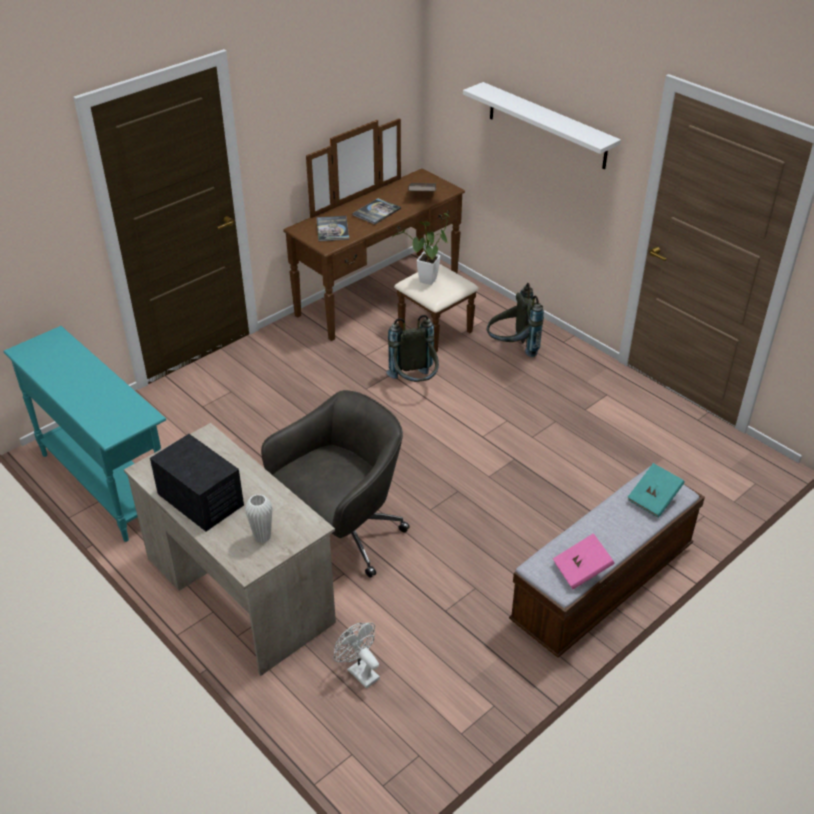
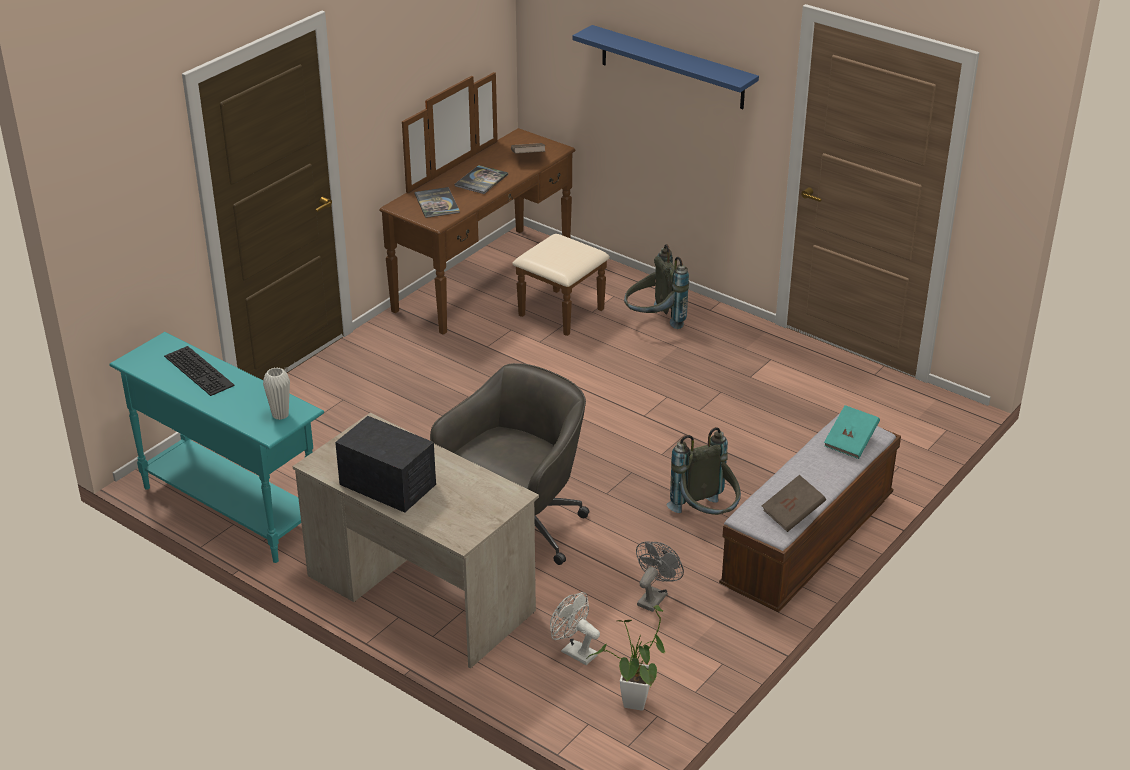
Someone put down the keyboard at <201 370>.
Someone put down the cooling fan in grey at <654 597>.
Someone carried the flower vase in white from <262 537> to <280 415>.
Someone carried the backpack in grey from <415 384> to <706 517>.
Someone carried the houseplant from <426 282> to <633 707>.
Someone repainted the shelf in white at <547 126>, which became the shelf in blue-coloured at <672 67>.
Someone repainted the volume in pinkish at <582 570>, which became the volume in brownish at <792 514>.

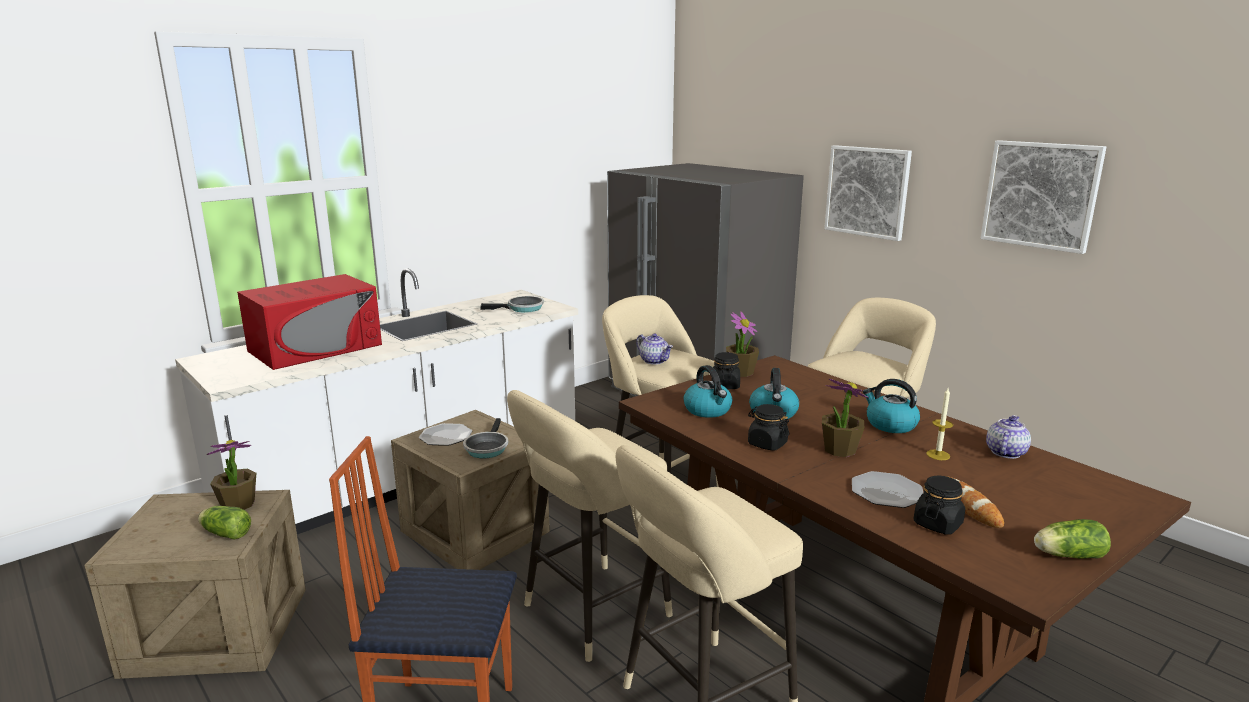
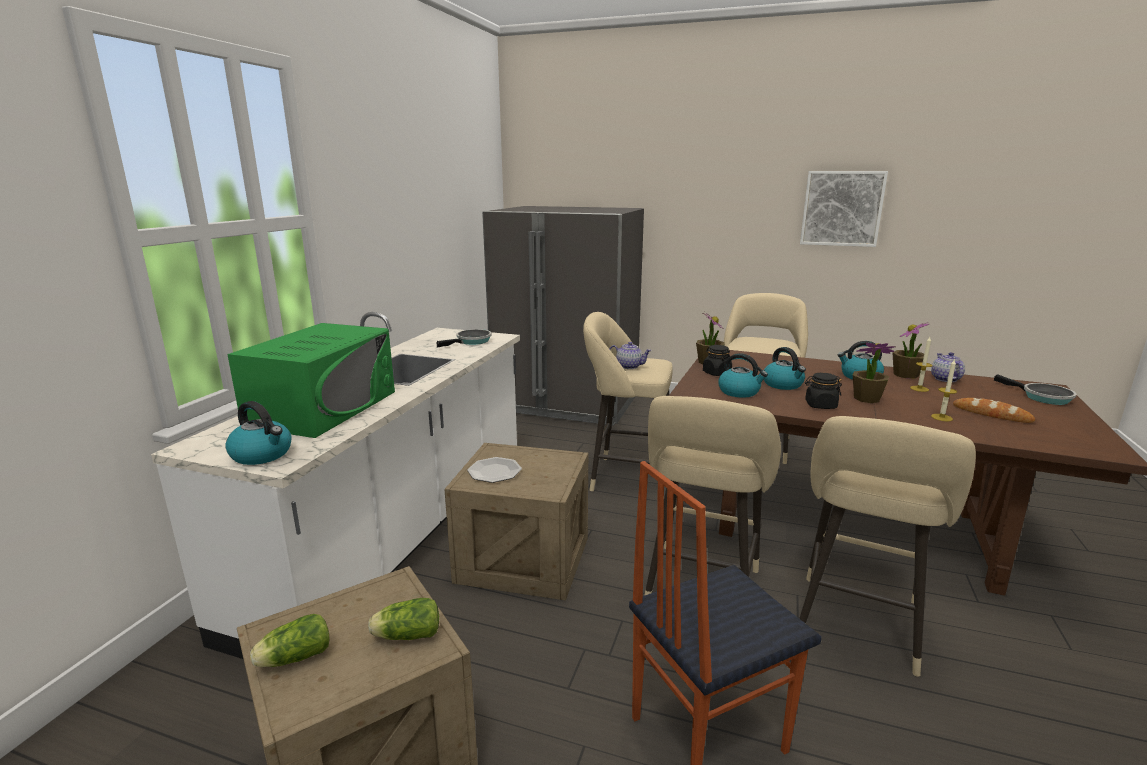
Someone took away the picture at <867 191>.
Someone took away the preserve jar in black at <937 524>.
Someone put down the kettle at <262 454>.
Someone carried the houseplant from <238 505> to <906 375>.
Someone carried the frying pan from <487 448> to <1042 397>.
Someone carried the lettuce from <1066 555> to <293 658>.
Someone swapped the flat dish at <886 492> for the candle at <941 417>.
Someone repainted the microwave oven in red-coloured at <316 348>, which became the microwave oven in greenish at <324 408>.

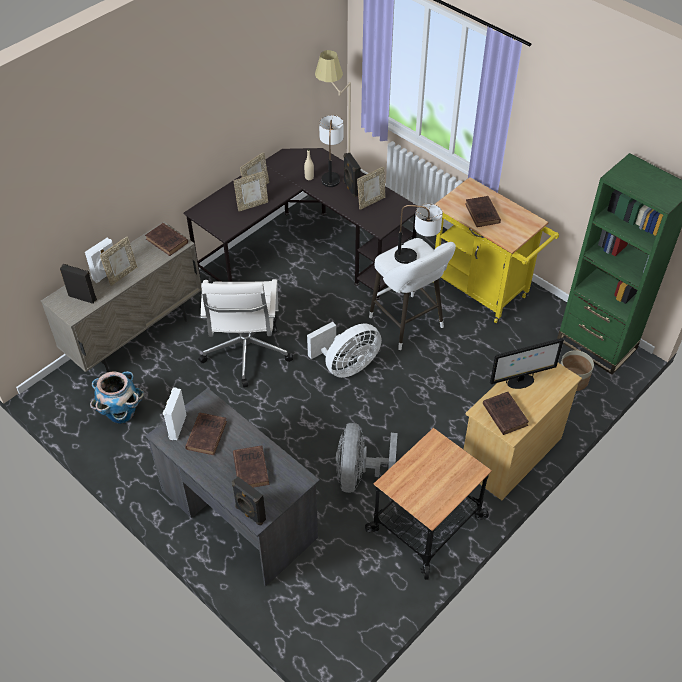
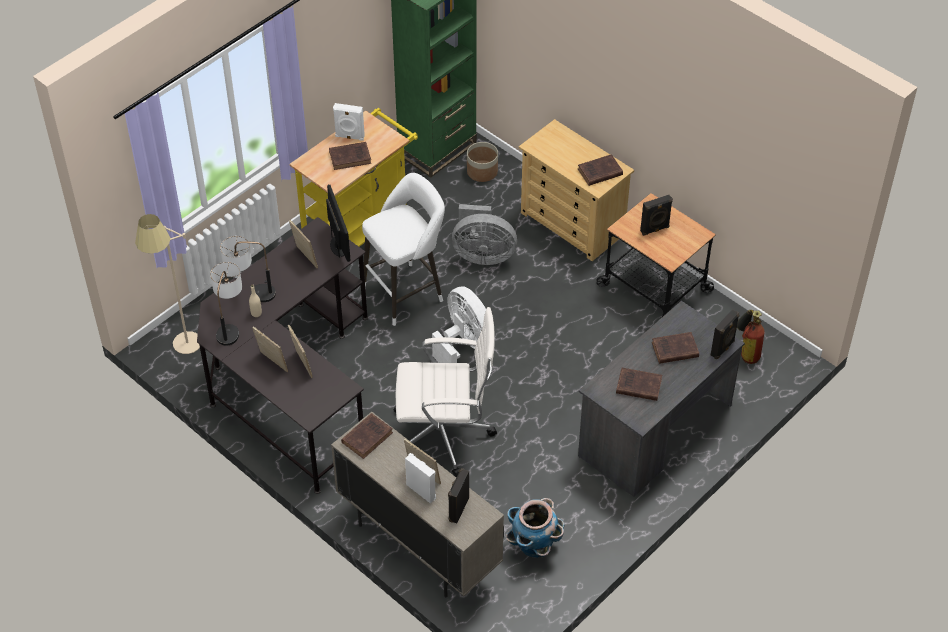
Someone put down the extinguisher at <746 351>.
Someone carried the loudspeaker in white from <177 427> to <349 137>.
Someone carried the cooling fan in grey from <359 474> to <482 254>.
Someone carried the loudspeaker in black from <351 189> to <655 229>.
Someone carried the table lamp from <416 258> to <230 326>.
Someone carried the computer screen from <520 382> to <339 247>.

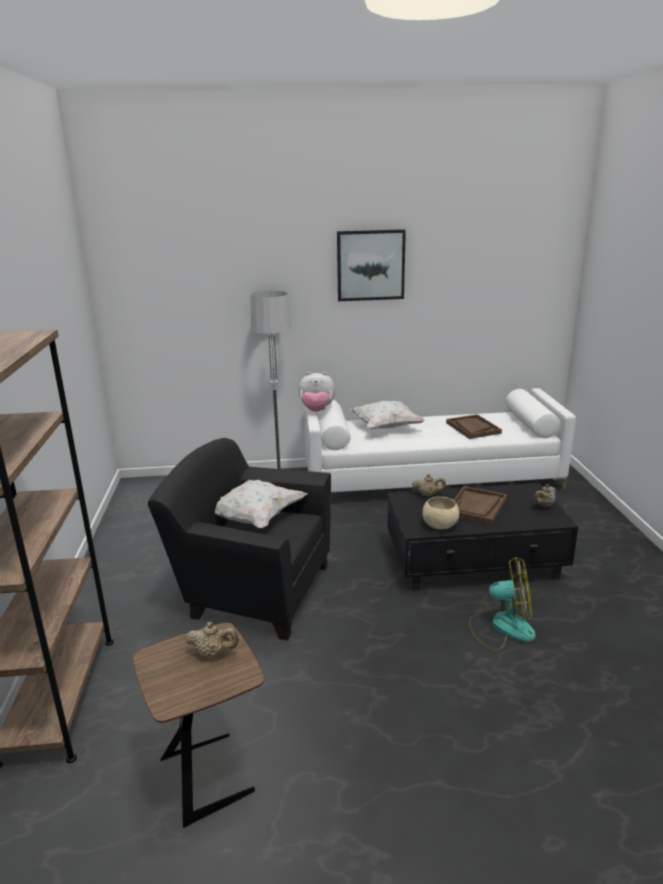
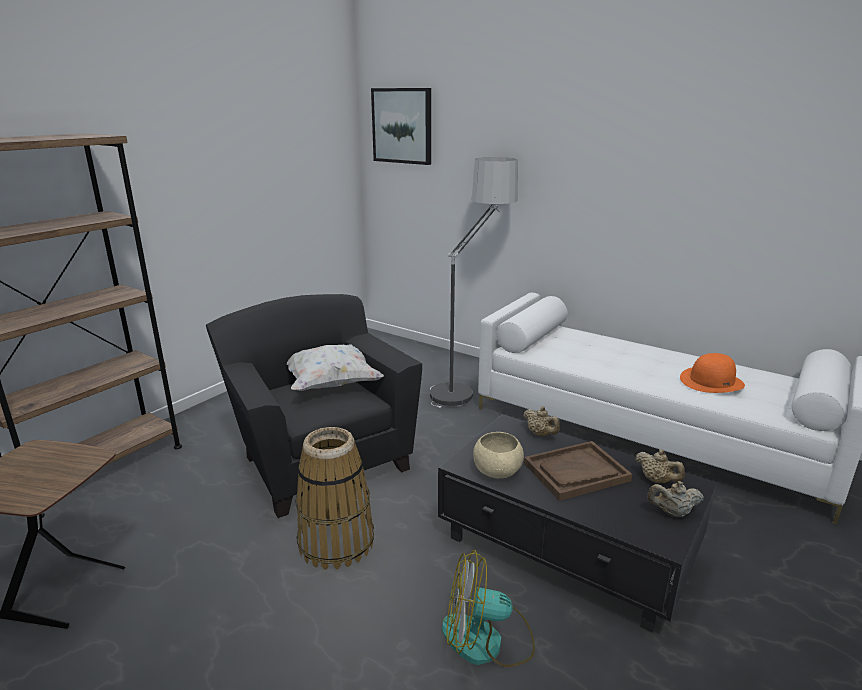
Someone took away the plush toy at <317 411>.
Someone took away the cushion in white at <385 427>.
Someone put down the basket at <336 542>.
Someone carried the tea pot in sand-coloured from <214 654> to <657 480>.
Someone carried the picture from <370 265> to <402 126>.
Someone swapped the tray in brownish at <473 428> for the wearable hat in orange-coloured at <711 381>.
Someone rotated the cooling fan at <502 627> by 135 degrees clockwise.

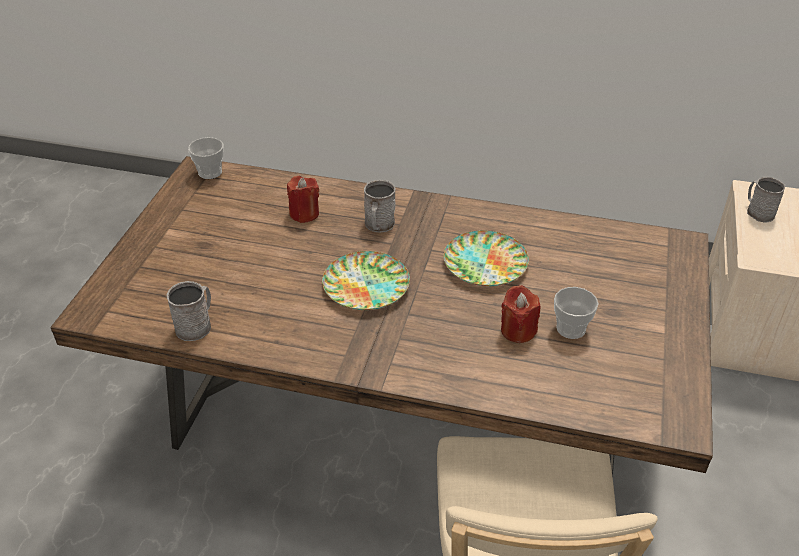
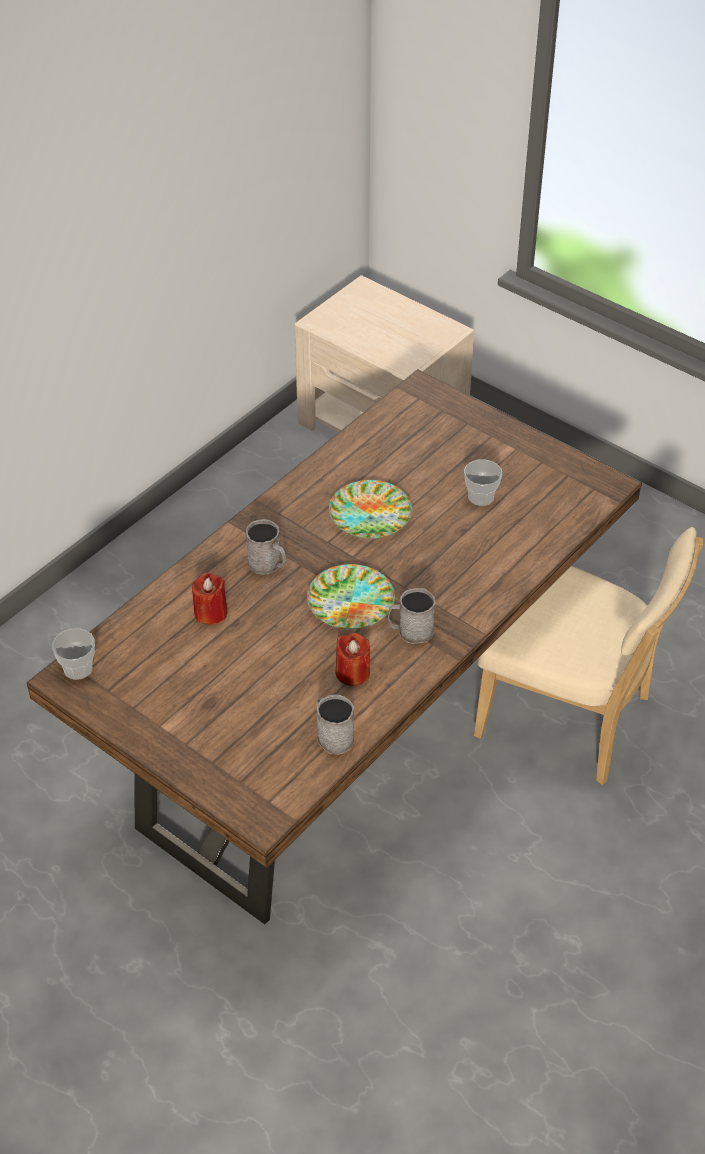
Someone carried the candle in red-coloured from <518 330> to <352 673>.
Someone carried the coffee mug in grey from <757 211> to <410 631>.

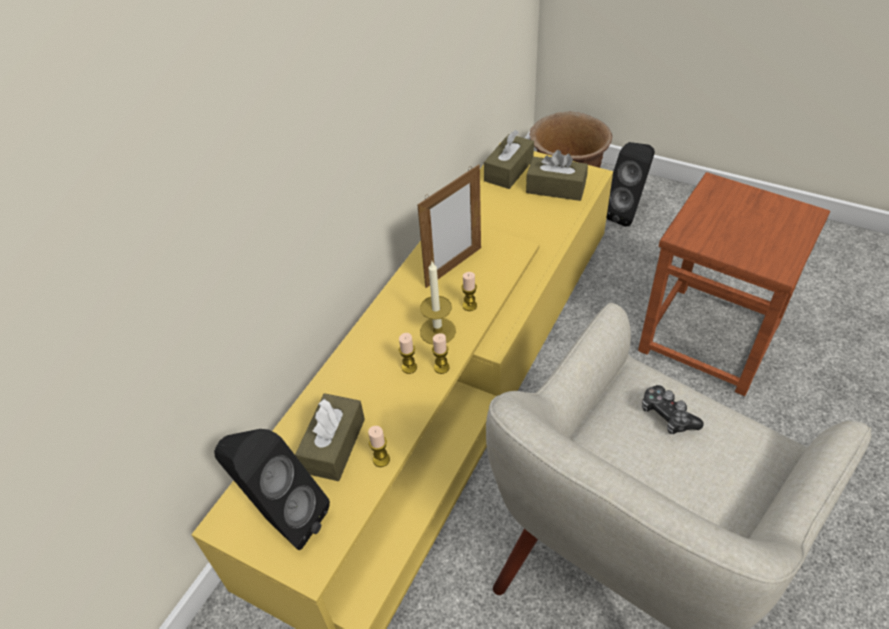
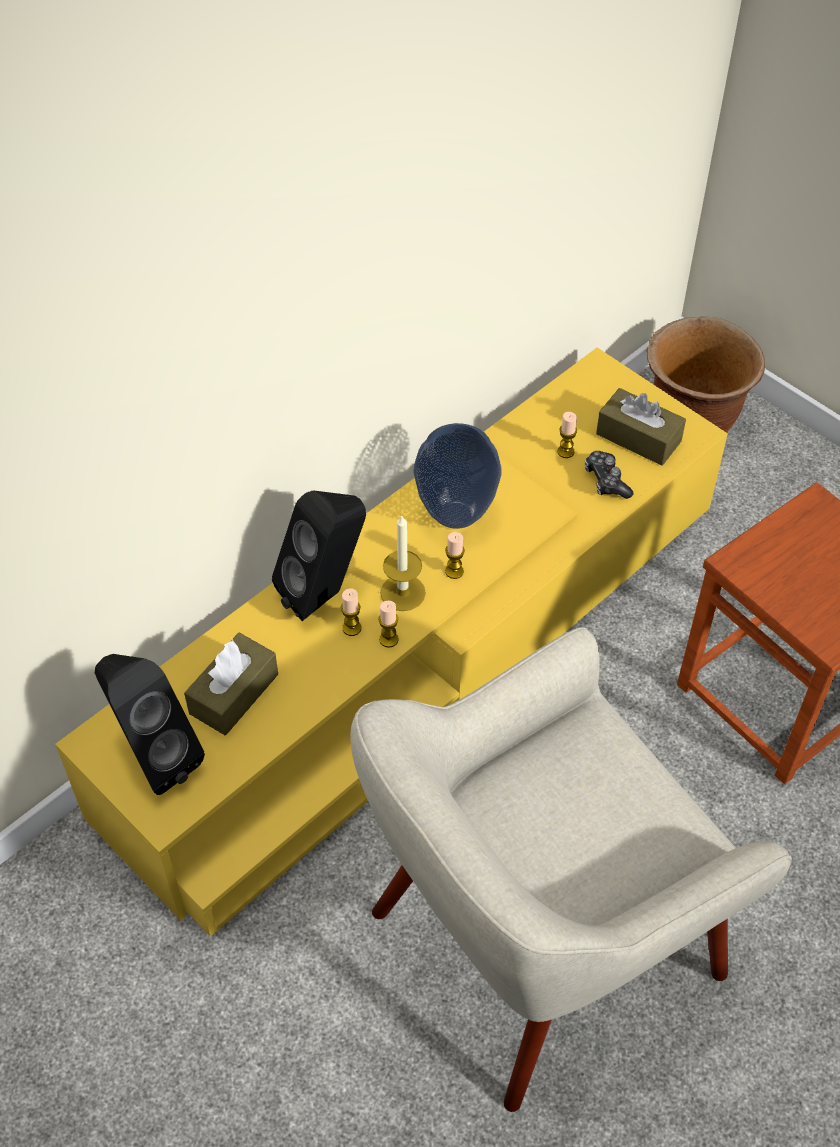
Someone took away the tissue box in brownish at <508 170>.
Someone carried the candle from <381 459> to <565 451>.
Someone carried the loudspeaker in black from <626 213> to <325 593>.
Someone carried the game controller from <667 415> to <606 481>.
Someone swapped the picture frame at <453 267> for the flower vase at <456 514>.

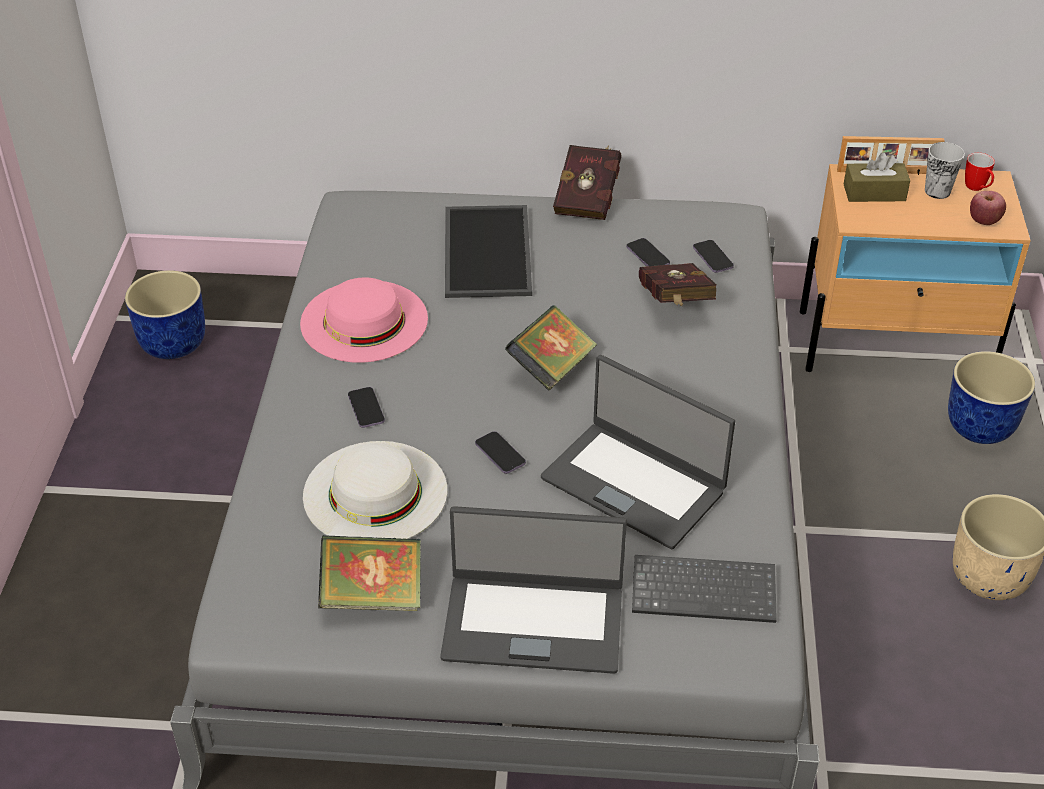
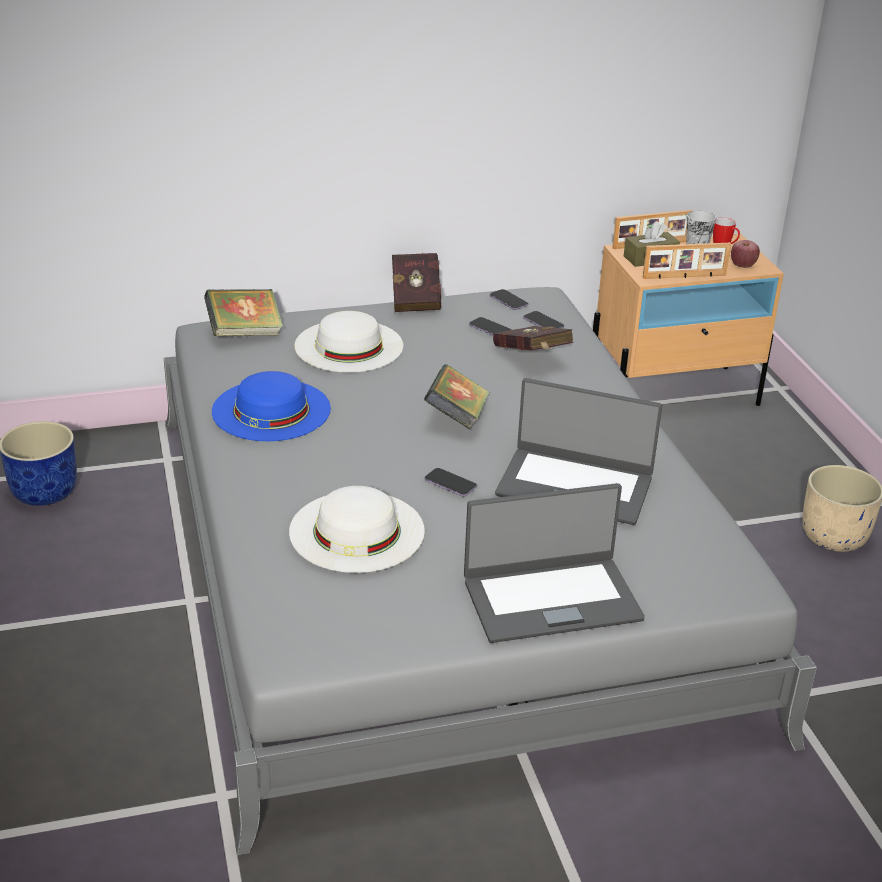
Someone took away the keyboard at <705 589>.
Someone took away the flower pot at <980 429>.
Someone put down the picture frame at <684 277>.
Someone carried the volume from <372 595> to <244 333>.
Someone carried the telephone from <366 409> to <508 301>.
Someone swapped the tray at <485 251> for the wearable hat in white at <349 345>.
Someone repainted the wearable hat in pinkish at <364 321>, which became the wearable hat in blue-coloured at <271 410>.

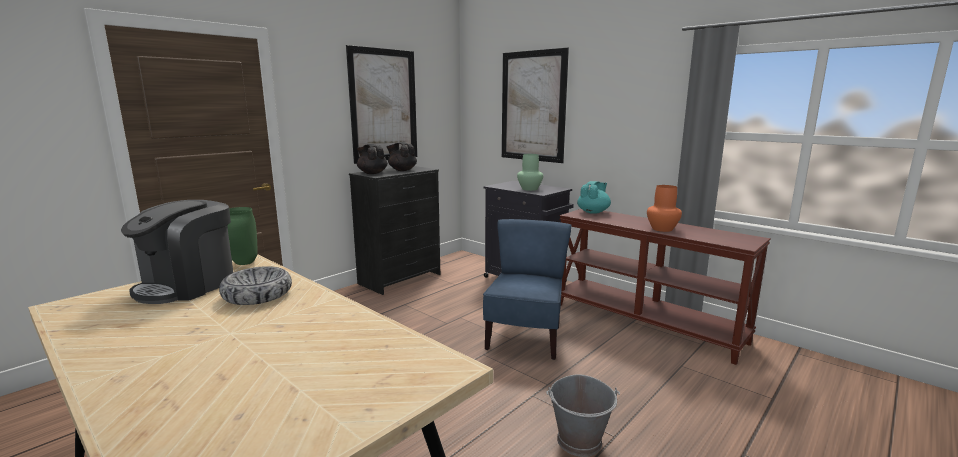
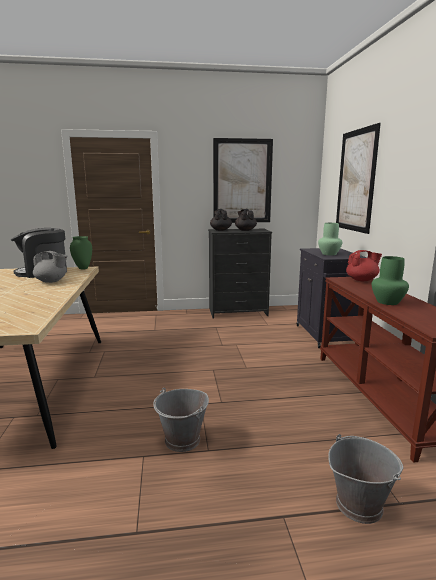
Someone took away the plain chair in blue-coloured at <525 338>.
Someone put down the water bucket in grey at <358 504>.
Someone swapped the deep dish at <258 295> for the tea pot in grey at <51 281>.
Someone repainted the tea pot in blue-green at <593 212>, which became the tea pot in red-coloured at <362 280>.
Someone repainted the flower vase in orange-coloured at <661 229>, which became the flower vase in greenish at <387 302>.

